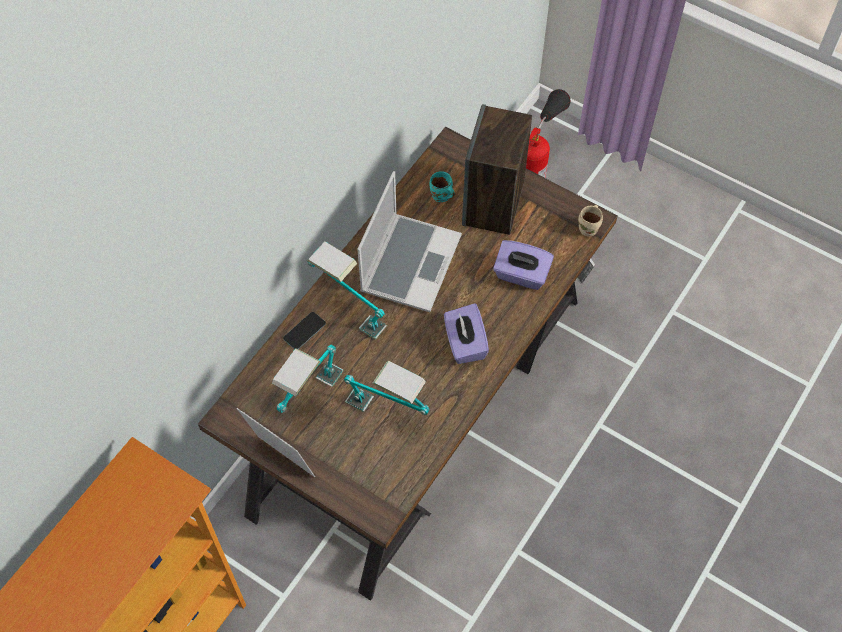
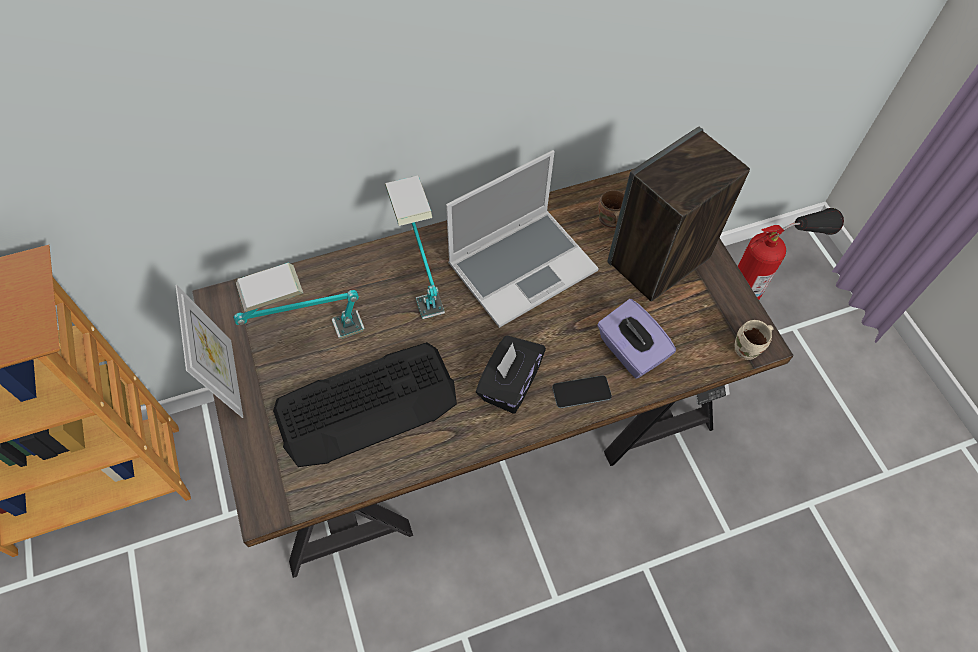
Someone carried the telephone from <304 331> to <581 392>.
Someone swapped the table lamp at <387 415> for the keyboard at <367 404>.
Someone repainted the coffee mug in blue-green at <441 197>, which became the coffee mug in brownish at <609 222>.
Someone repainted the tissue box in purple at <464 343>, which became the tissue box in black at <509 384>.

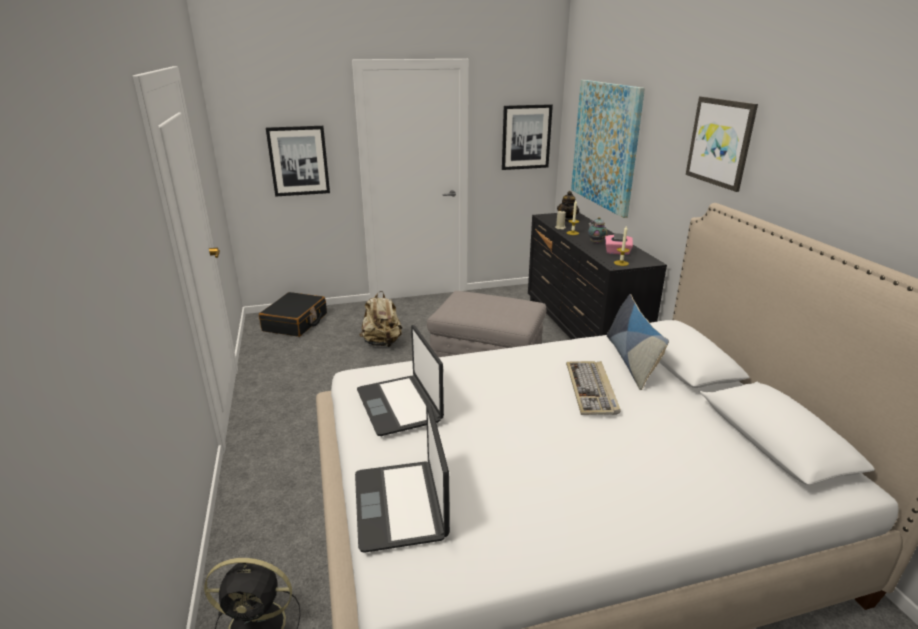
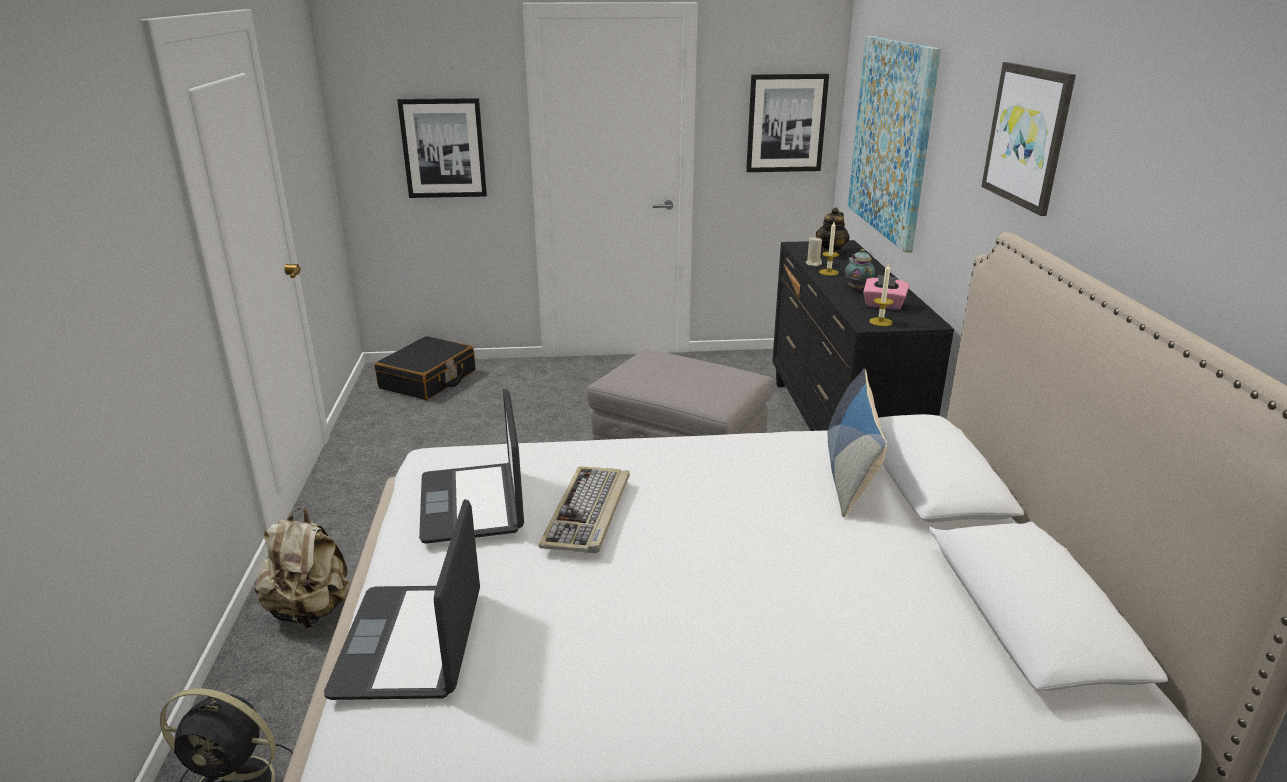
Someone carried the backpack in sand-coloured from <382 343> to <310 611>.
Someone carried the keyboard from <592 390> to <588 513>.

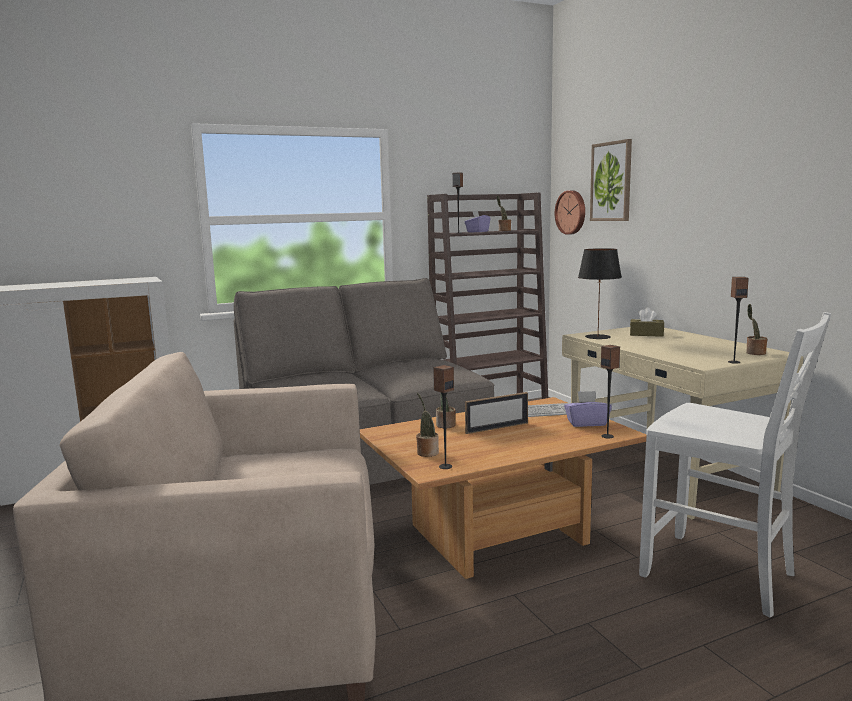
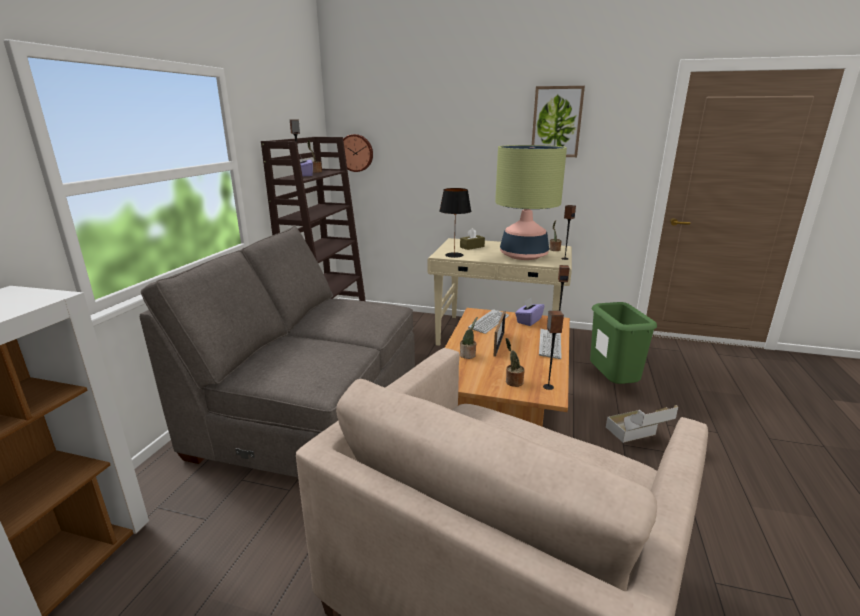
Someone put down the table lamp at <523 255>.
Someone put down the keyboard at <550 344>.
Someone put down the carton at <637 437>.
Someone carried the picture from <611 181> to <556 122>.
Someone swapped the plain chair in white at <720 575> for the rubbish bin in greenish at <612 385>.

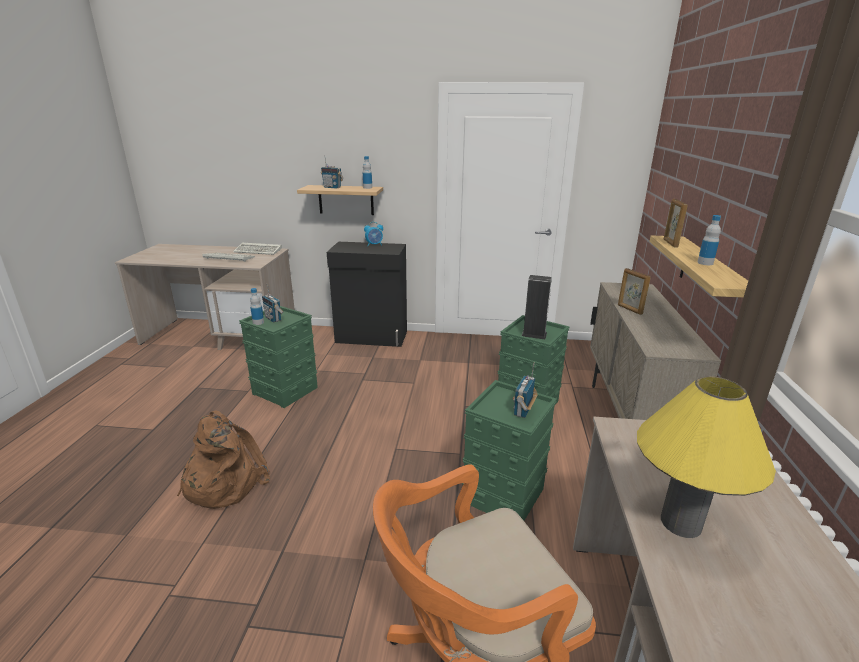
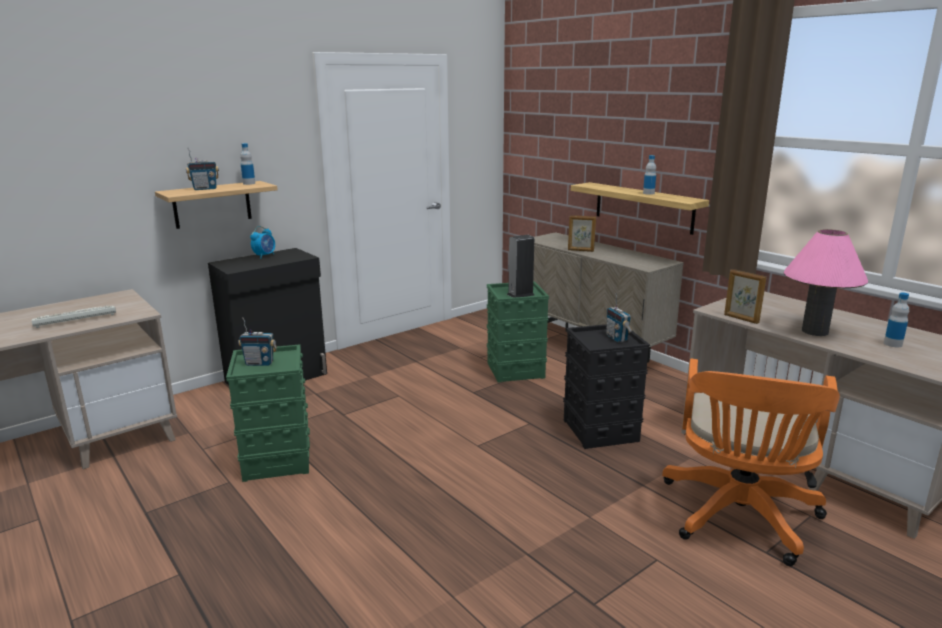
Someone took away the backpack in brownish at <224 482>.
Someone took away the keyboard at <259 251>.
Someone carried the drink bottle from <258 322> to <893 344>.
Someone carried the picture frame from <670 243> to <741 319>.
Someone repainted the storage box in greenish at <504 496>, which became the storage box in black at <601 431>.
Someone repainted the table lamp in yellow-coloured at <681 523>, which became the table lamp in pinkish at <815 331>.

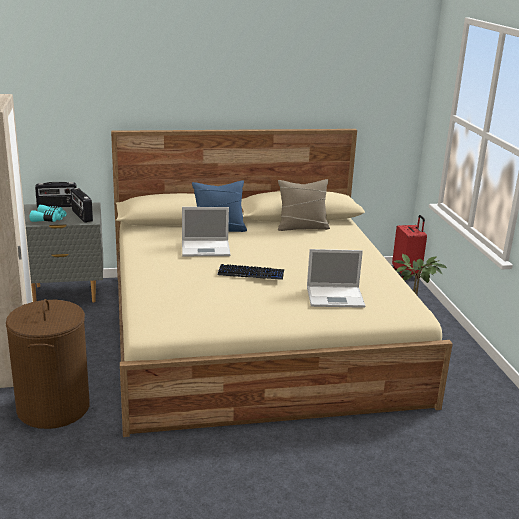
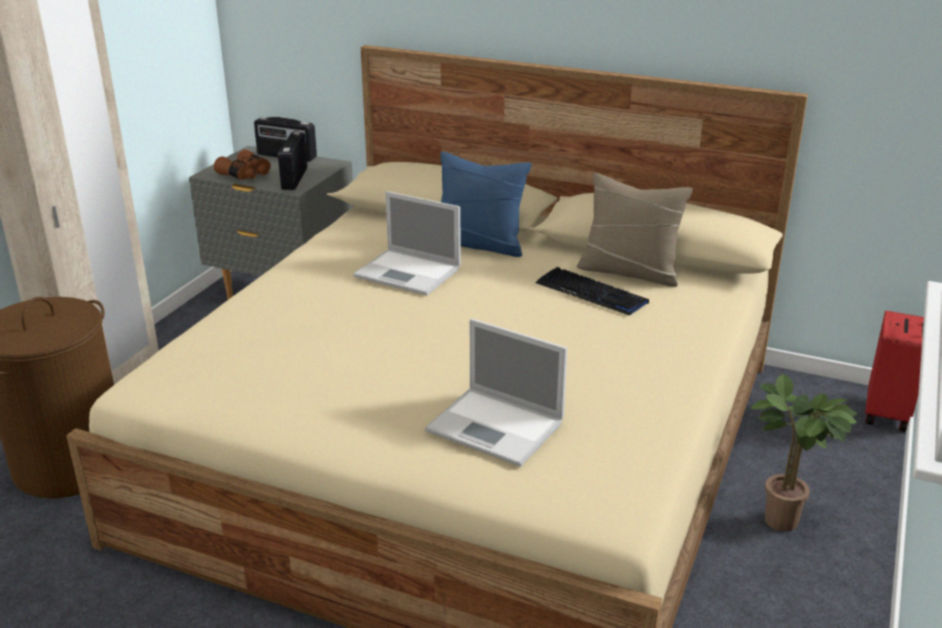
Someone carried the keyboard from <251 273> to <591 293>.
Someone repainted the binoculars in blue-green at <49 219>, which became the binoculars in brownish at <246 175>.

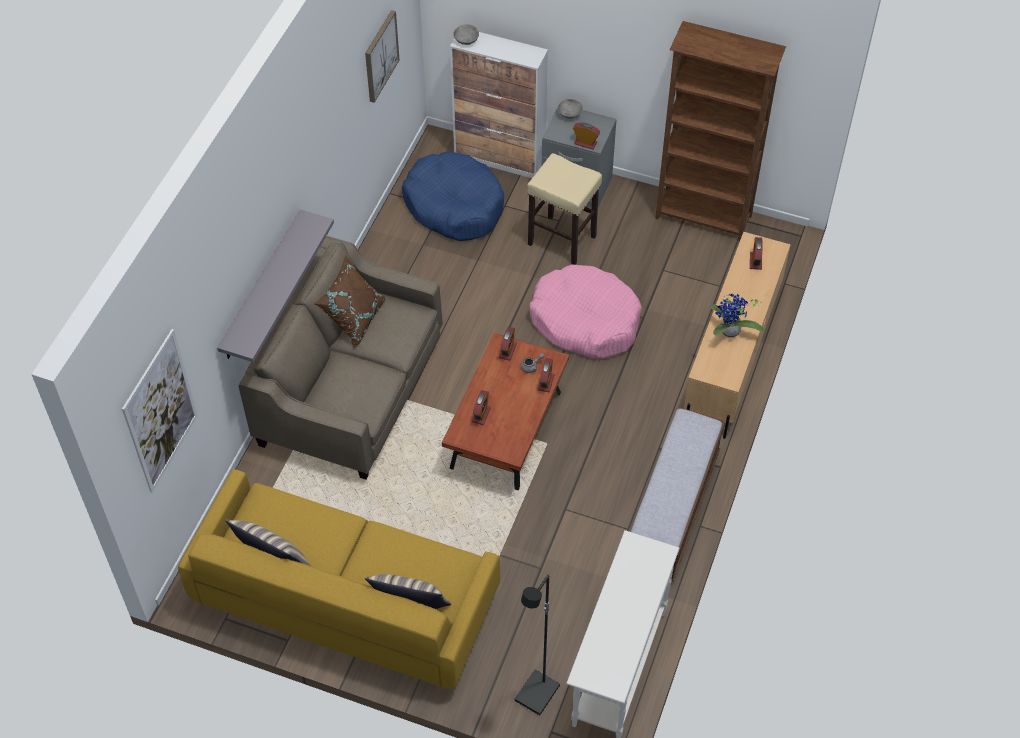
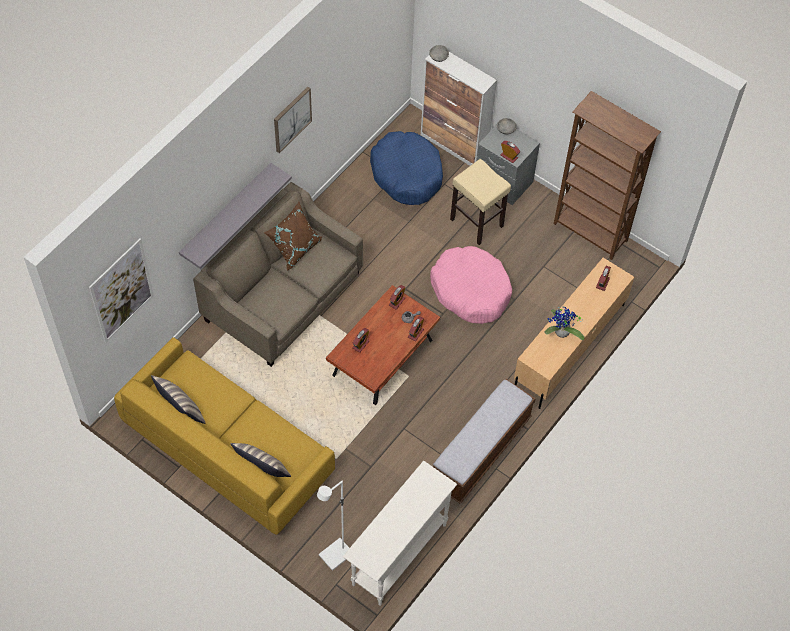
Someone carried the picture from <380 56> to <291 119>.
Someone repainted the floor lamp in black at <537 694>, which became the floor lamp in white at <336 555>.

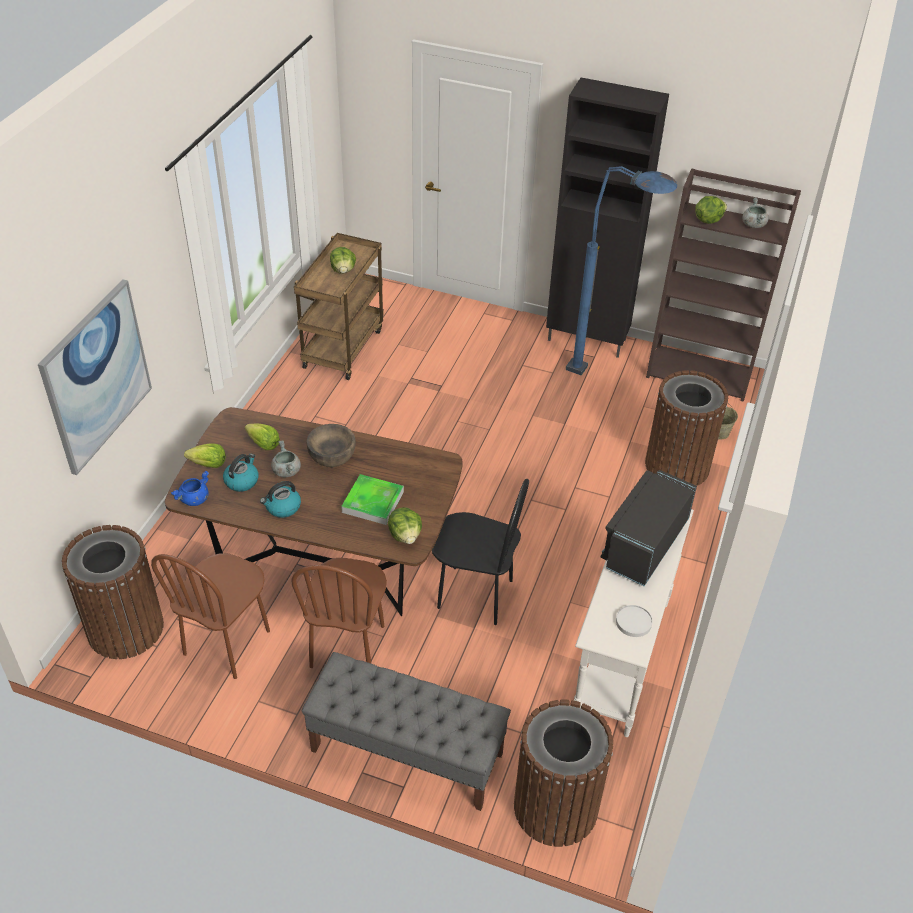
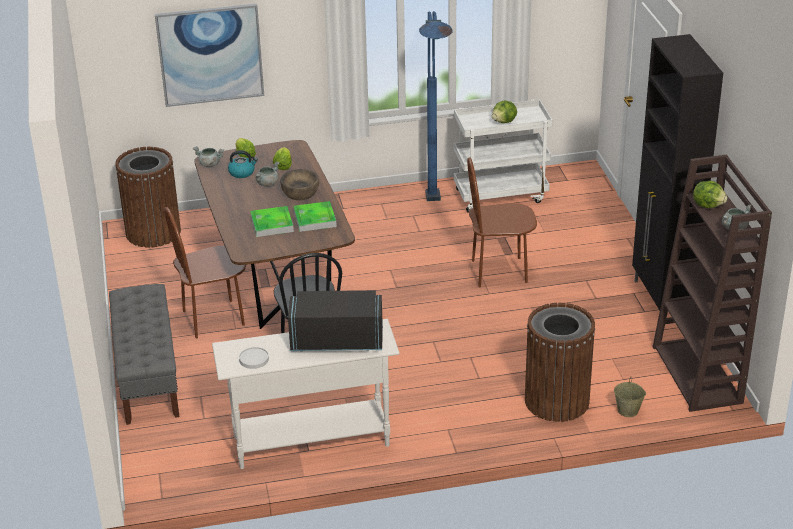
Someone took away the kettle at <282 507>.
Someone took away the lettuce at <405 535>.
Someone took away the rubbish bin in brownish at <555 807>.
Someone put down the tray at <314 219>.
Someone carried the plain chair in brownish from <227 643> to <499 271>.
Someone carried the floor lamp in blue-coloured from <608 380> to <435 213>.
Someone repainted the saucepot in blue-coloured at <194 499>, which became the saucepot in grey at <209 164>.
Someone repainted the cart in brownish at <343 347>, which became the cart in white at <501 195>.

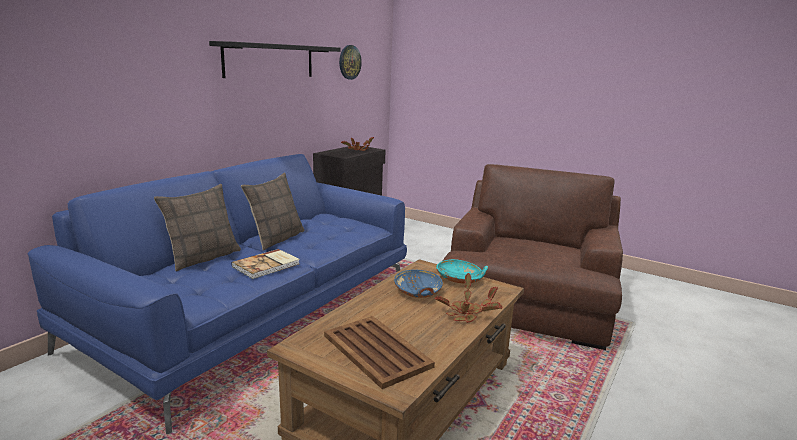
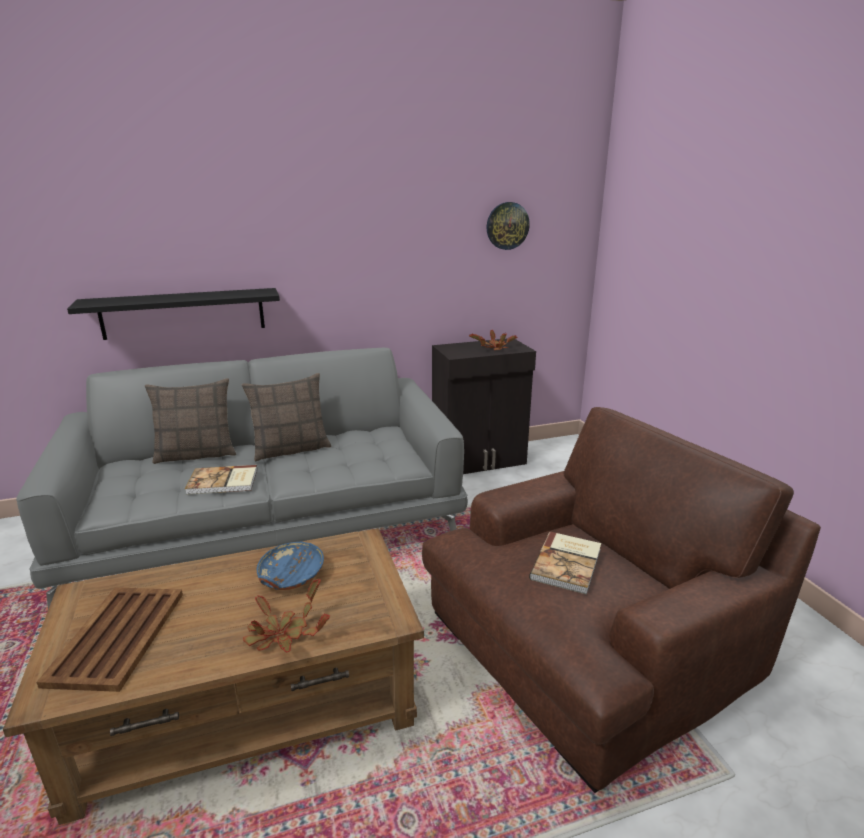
Someone took away the deep dish in blue-green at <460 279>.
Someone put down the volume at <568 564>.
Someone carried the shelf in black from <270 60> to <183 313>.
Someone repainted the sofa in blue-coloured at <257 312>, which became the sofa in grey at <270 524>.

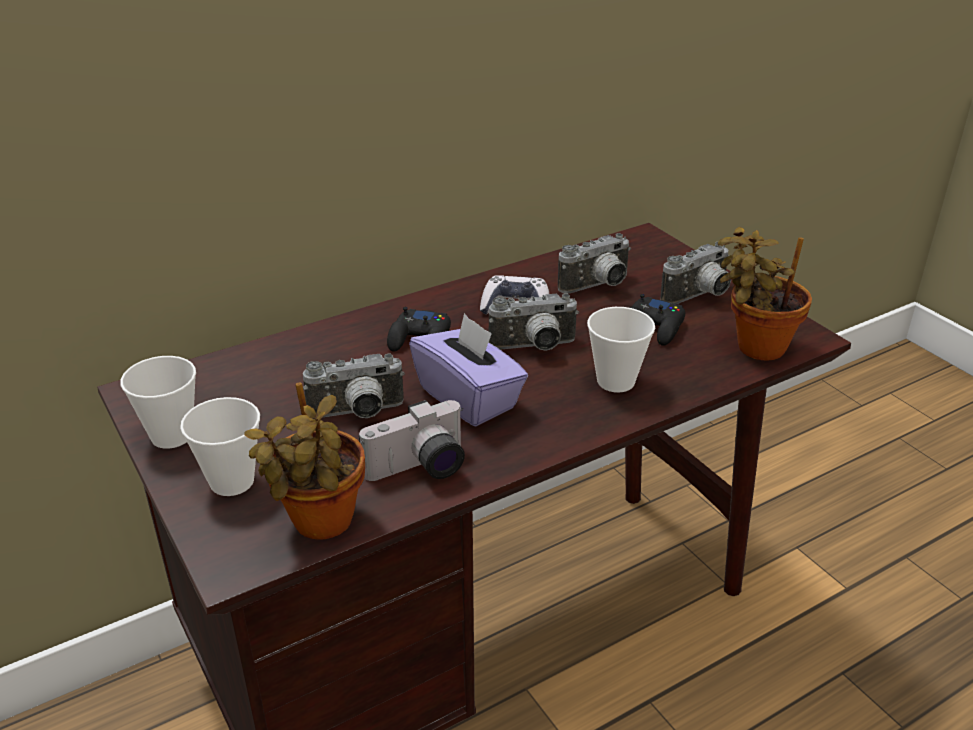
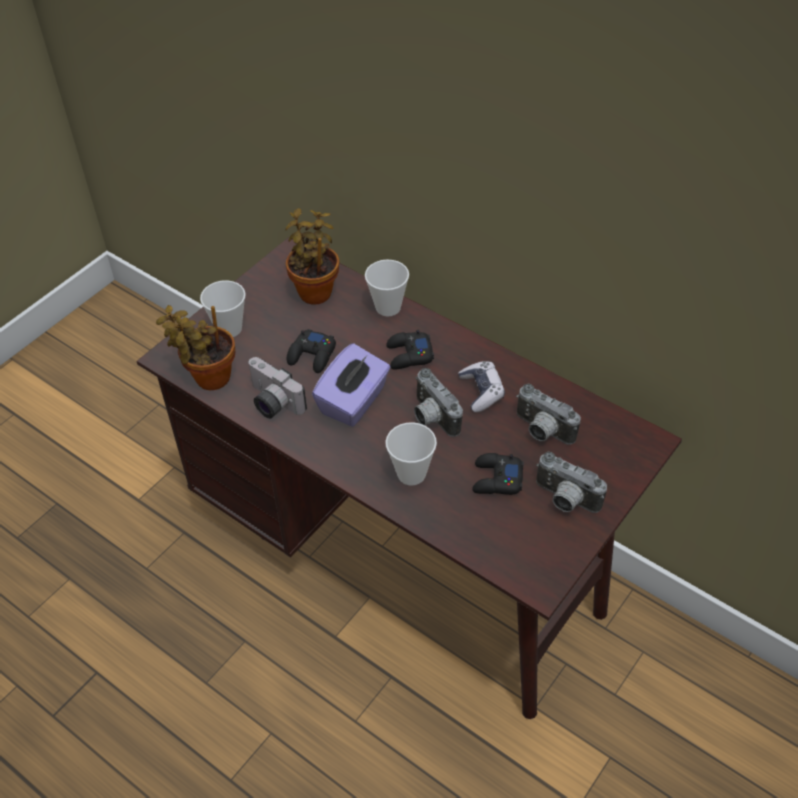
Someone carried the small cup from <172 435> to <388 307>.
Someone carried the houseplant from <755 346> to <315 290>.
Someone swapped the still camera at <358 414> for the game controller in black at <312 355>.

